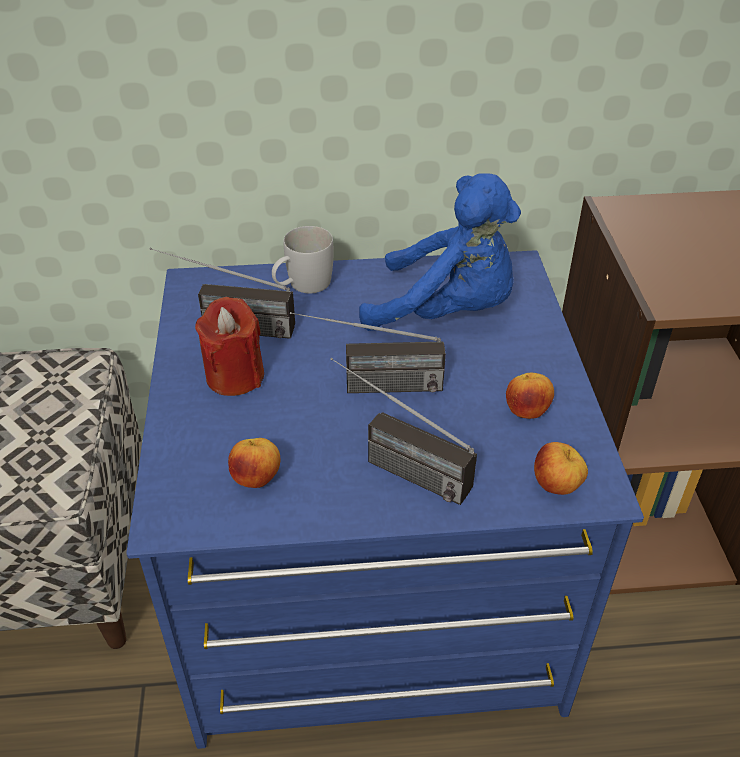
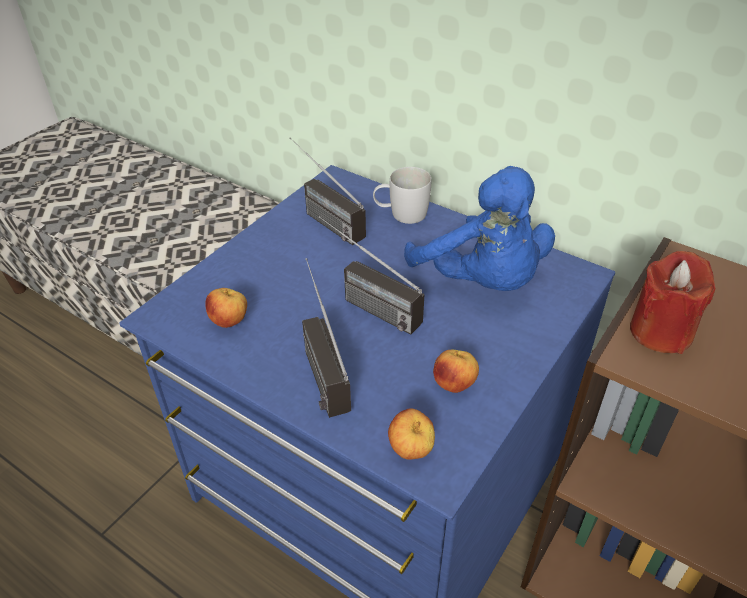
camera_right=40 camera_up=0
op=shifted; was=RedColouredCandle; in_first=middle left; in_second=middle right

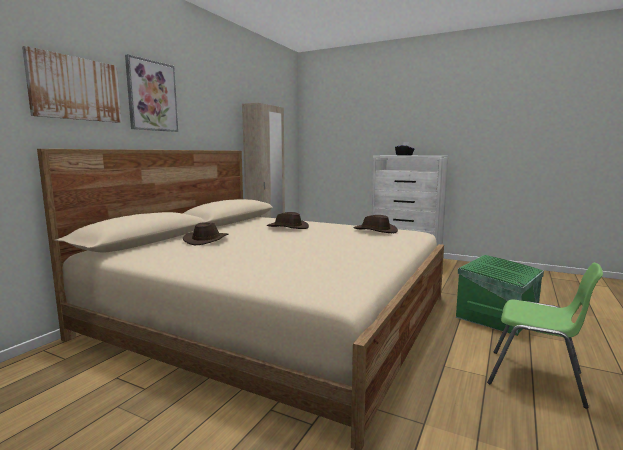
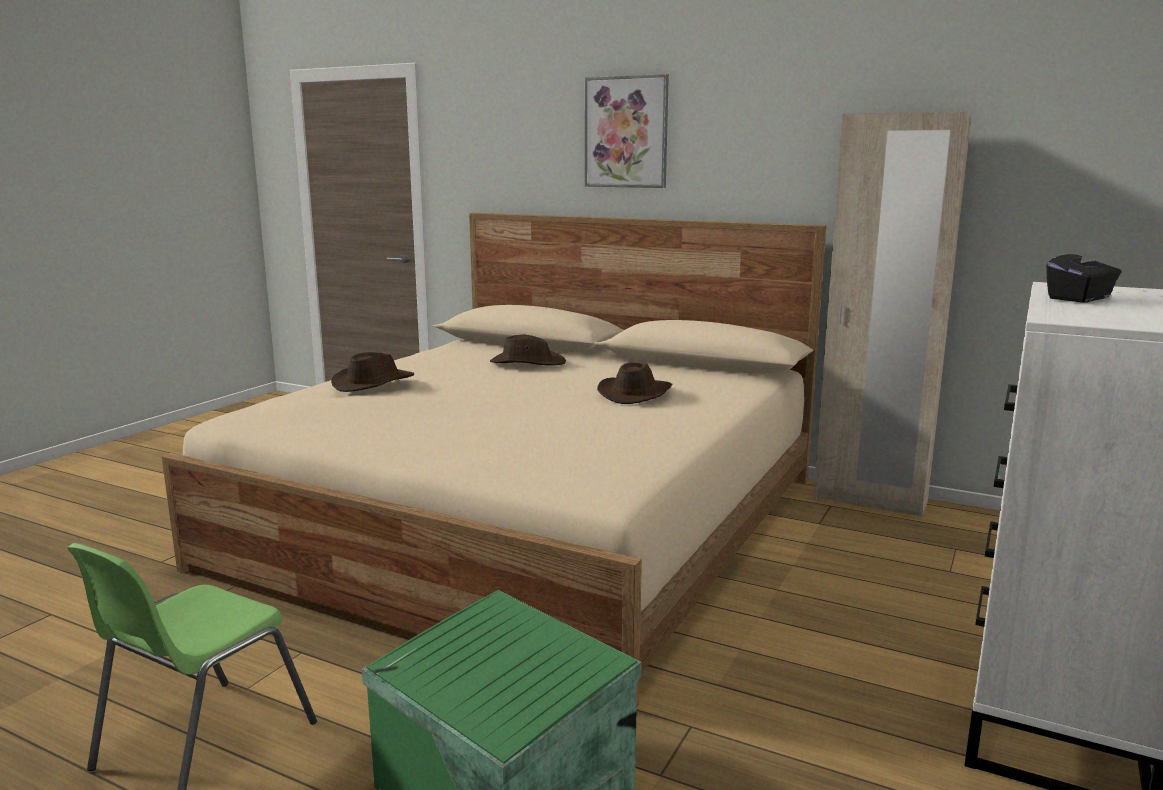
camera_right=90 camera_up=5
op=gone; was=WallPicture (no. 1 from left); in_first=top left
op=shifted; was=BrownWearableHat (no. 3 from left in the first image); now=BrownWearableHat (no. 1 from left); in_first=centre; in_second=middle left

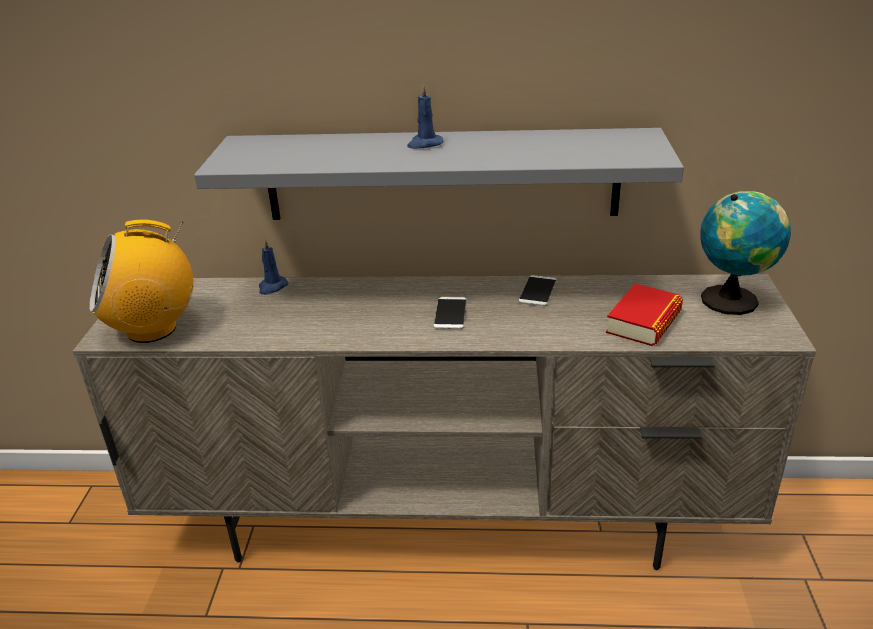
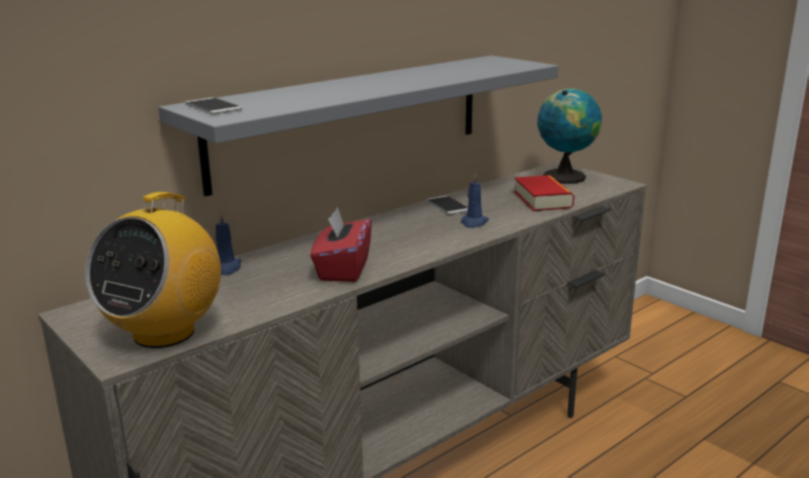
camera_right=-45 camera_up=-10
op=shifted; was=BlueColouredCandle (no. 2 from left); in_first=top centre; in_second=centre
op=shifted; was=Telephone (no. 1 from left); in_first=centre; in_second=top left
op=new; now=RedColouredTissueBox; in_second=centre

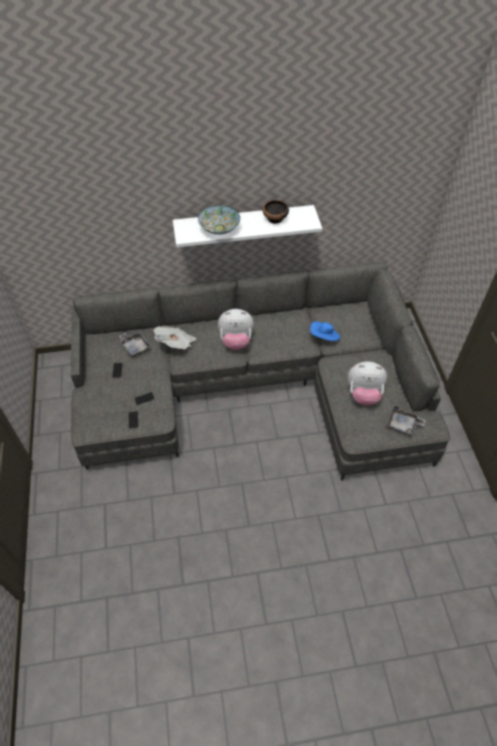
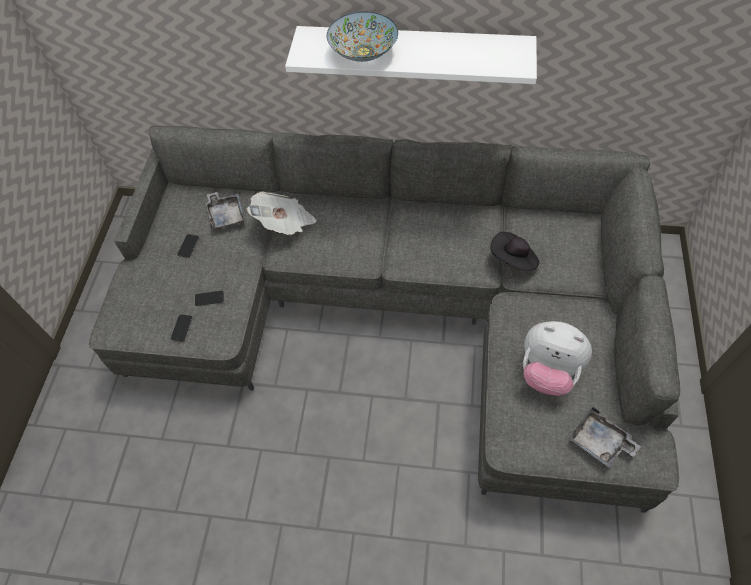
camera_right=20 camera_up=5
op=gone; was=SoftToy (no. 1 from left); in_first=centre
op=gone; was=DeepDish (no. 2 from left); in_first=top centre
op=repainted; was=BlueColouredWearableHat; now=BlackColouredWearableHat; in_first=centre; in_second=middle right

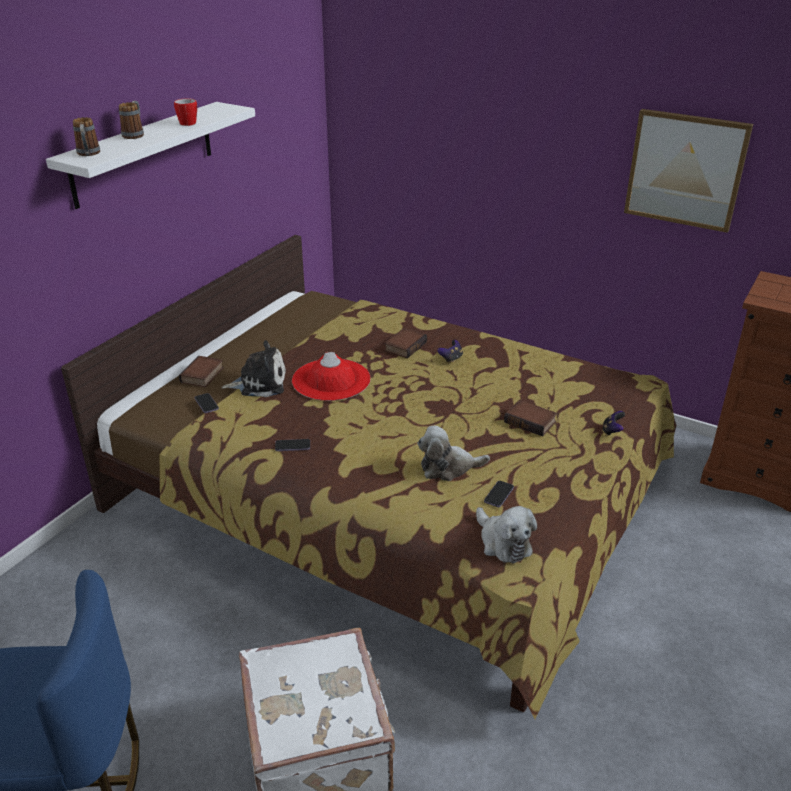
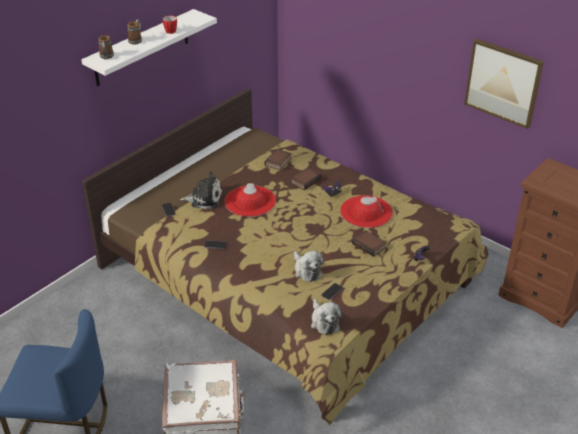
camera_right=10 camera_up=5
op=shifted; was=Volume (no. 1 from left); in_first=middle left; in_second=centre
op=rotated; was=SoftToy (no. 2 from left); in_first=centre; in_second=centre; clockwise=-120
op=new; now=RedColouredWearableHat (no. 2 from left); in_second=centre

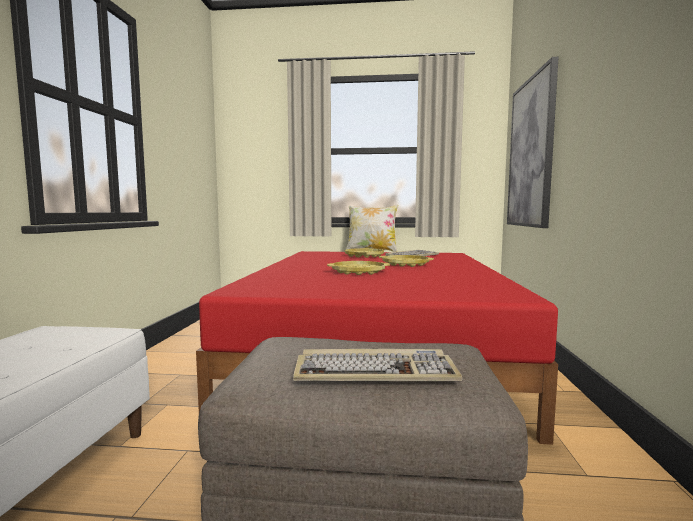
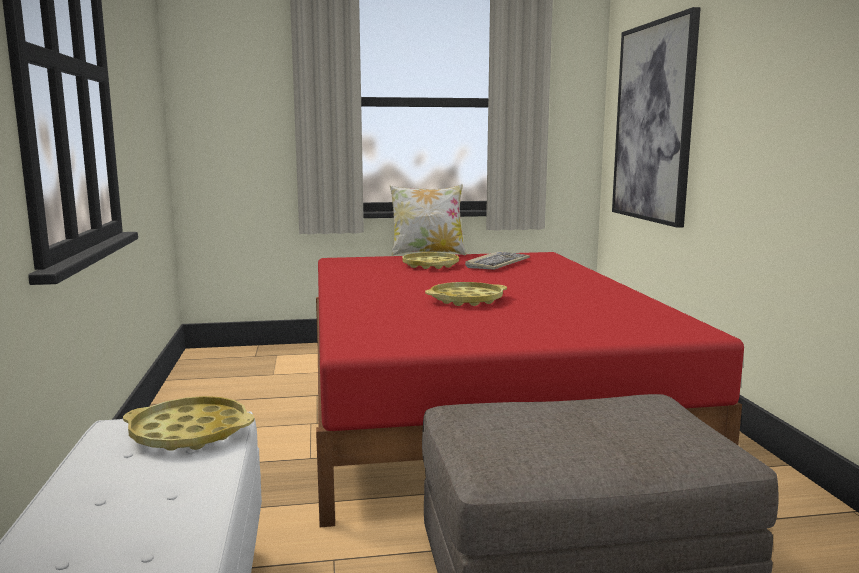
camera_right=-15 camera_up=5
op=gone; was=ComputerKeyboard (no. 1 from left); in_first=bottom centre
op=shifted; was=YellowCarryingTray (no. 3 from left in the first image); now=YellowCarryingTray (no. 1 from left); in_first=centre; in_second=bottom left

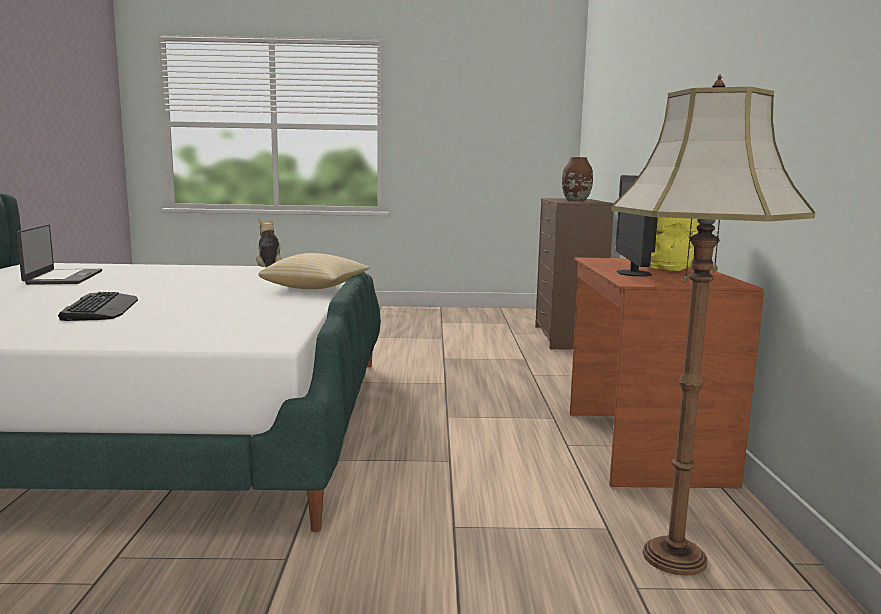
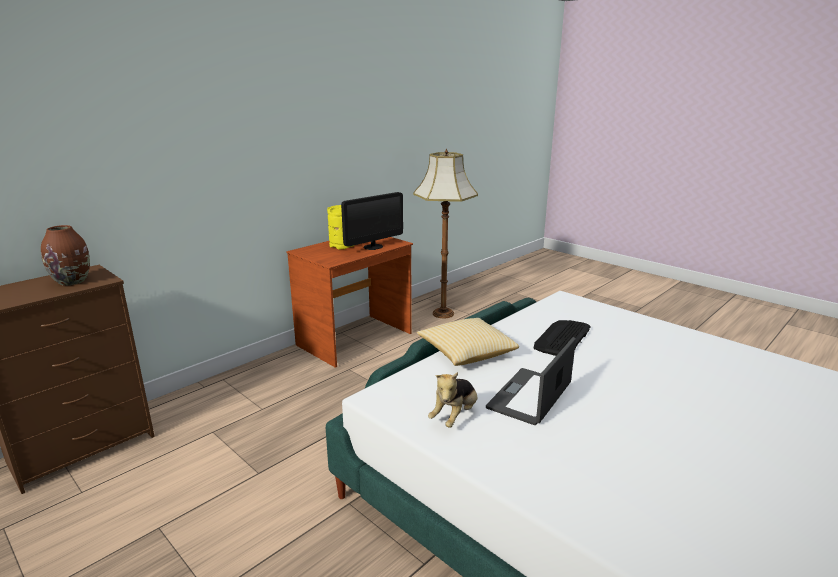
camera_right=-135 camera_up=10
op=shifted; was=NotebookComputer; in_first=middle left; in_second=centre
op=shifted; was=ComputerKeyboard; in_first=middle left; in_second=middle right

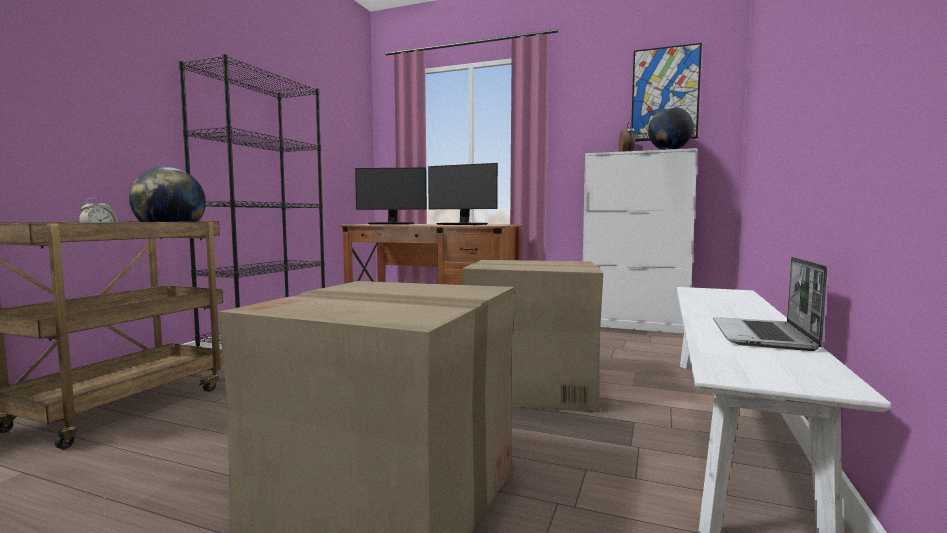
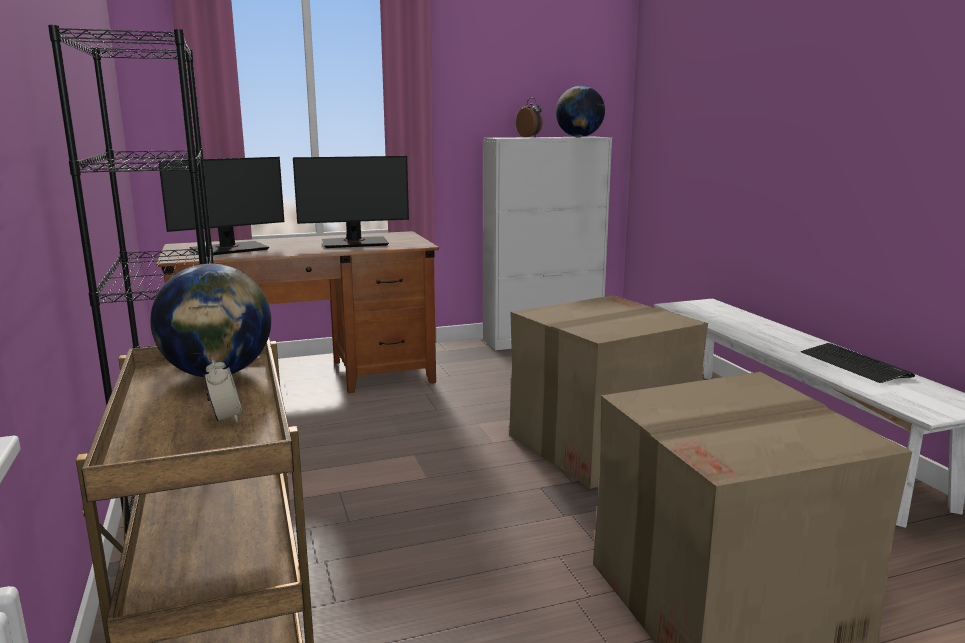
camera_right=-40 camera_up=10
op=gone; was=WallPicture; in_first=top right
op=swapped; was=NotebookComputer; now=ComputerKeyboard; in_first=middle right; in_second=middle right

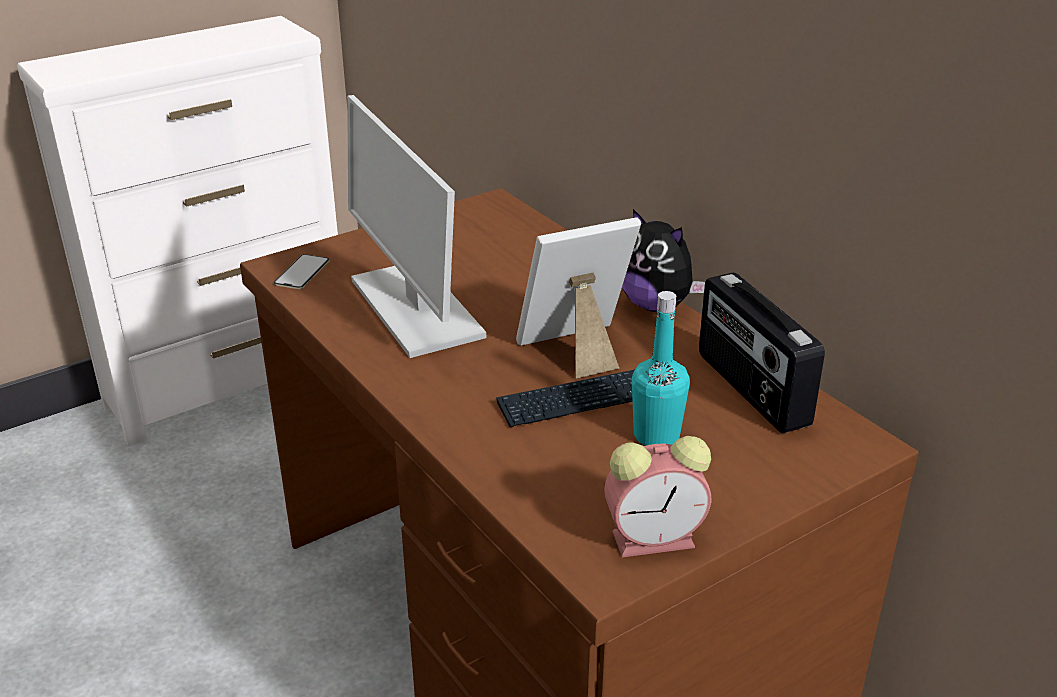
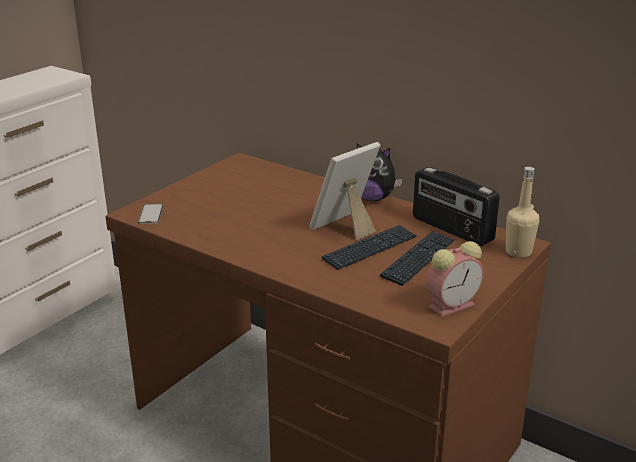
camera_right=-20 camera_up=-5
op=gone; was=Monitor; in_first=top centre
op=swapped; was=TurquoiseBeverageBottle; now=ComputerKeyboard (no. 2 from left); in_first=centre; in_second=centre
op=new; now=SandColouredBeverageBottle; in_second=middle right

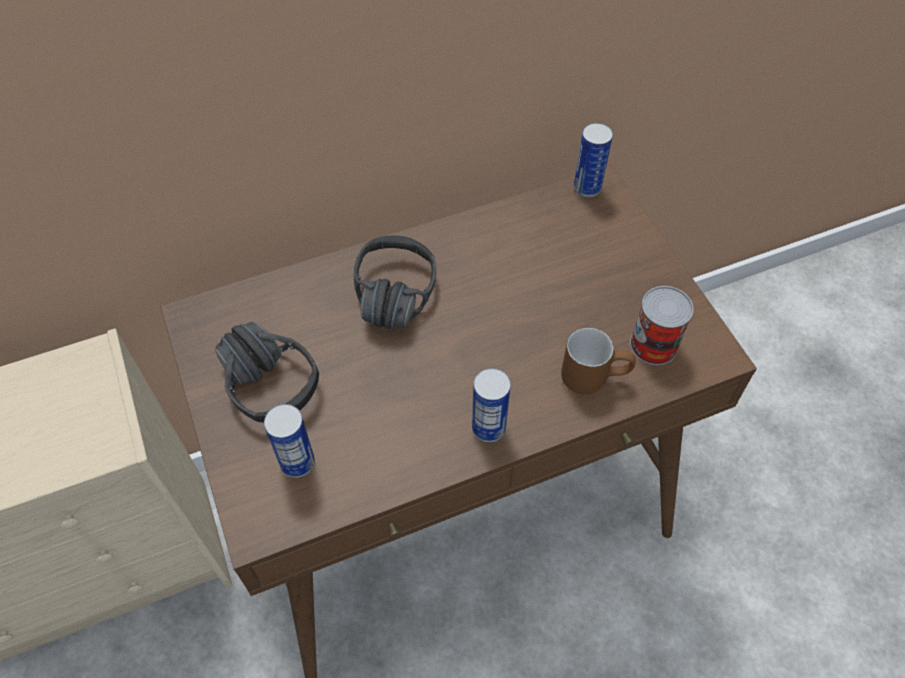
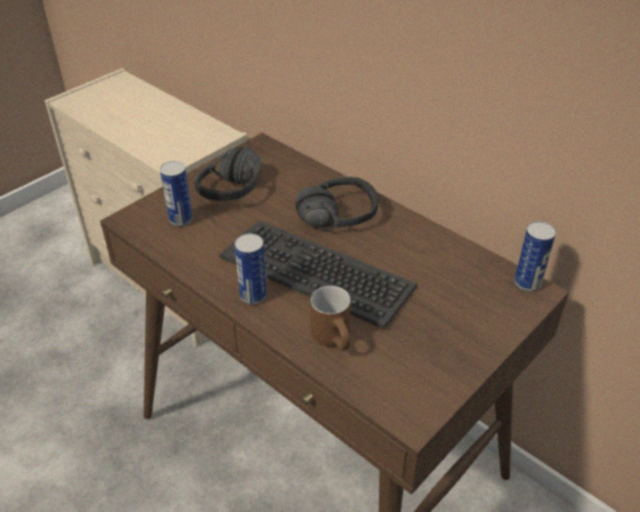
camera_right=65 camera_up=-15
op=gone; was=MetalCan (no. 4 from left); in_first=middle right
op=new; now=ComputerKeyboard; in_second=centre

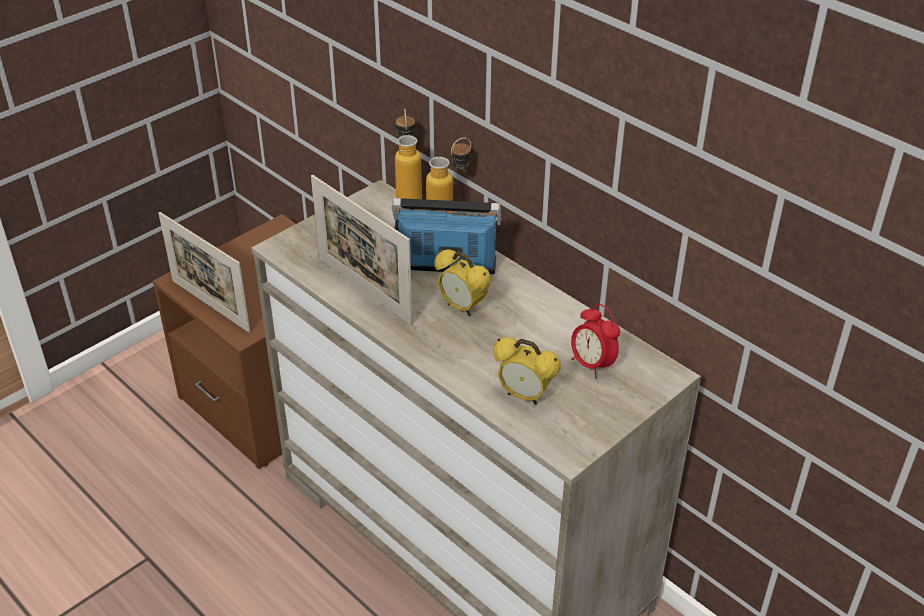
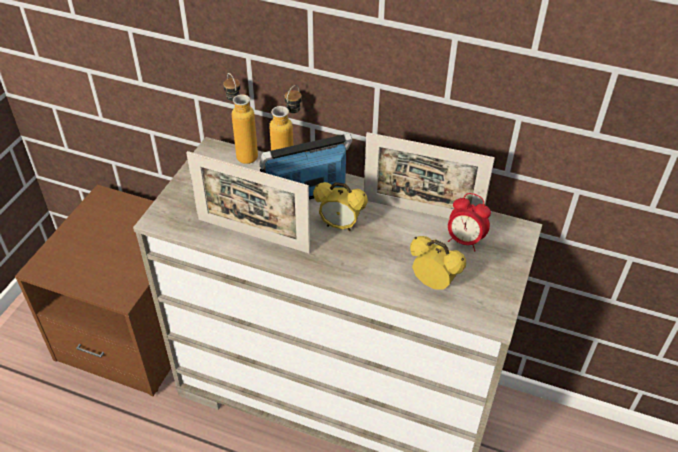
camera_right=-25 camera_up=5
op=shifted; was=PictureFrame (no. 1 from left in the first image); now=PictureFrame (no. 2 from left); in_first=middle left; in_second=centre
op=rotated; was=TableClock (no. 2 from left); in_first=centre; in_second=centre; clockwise=-150

